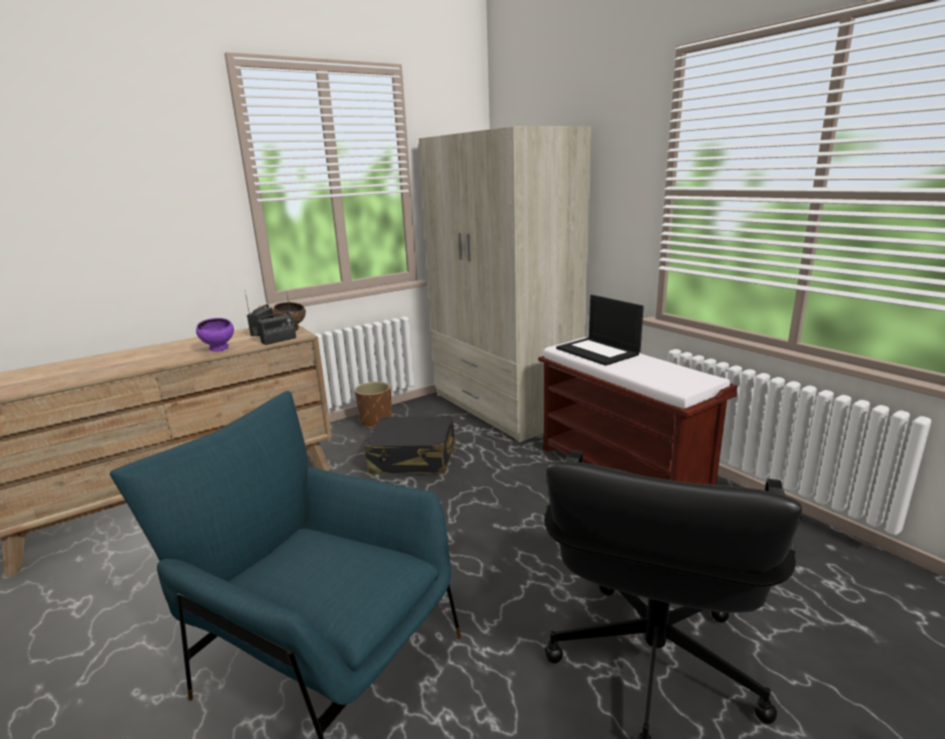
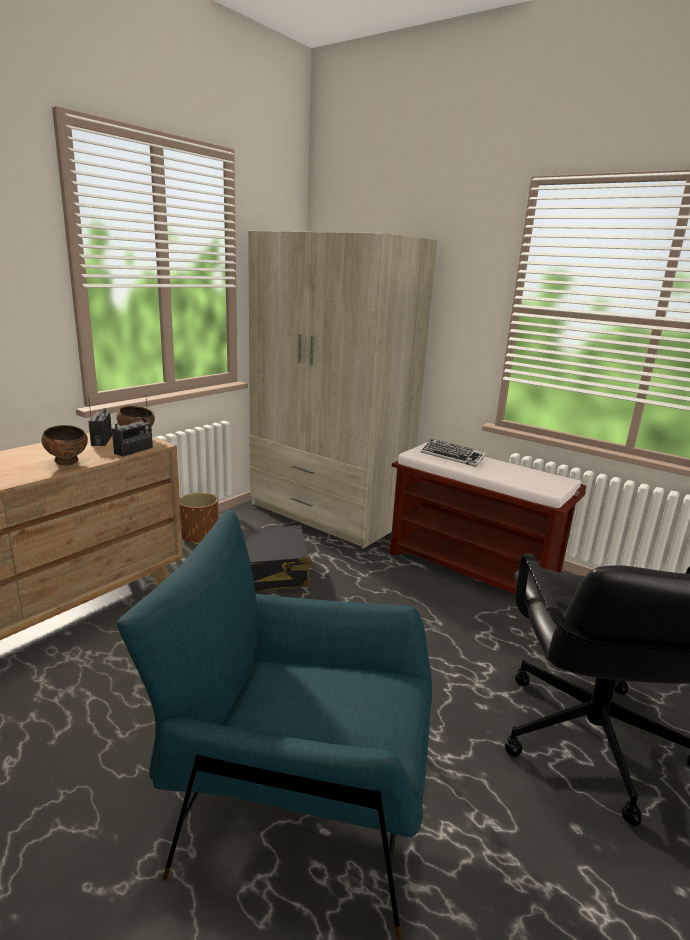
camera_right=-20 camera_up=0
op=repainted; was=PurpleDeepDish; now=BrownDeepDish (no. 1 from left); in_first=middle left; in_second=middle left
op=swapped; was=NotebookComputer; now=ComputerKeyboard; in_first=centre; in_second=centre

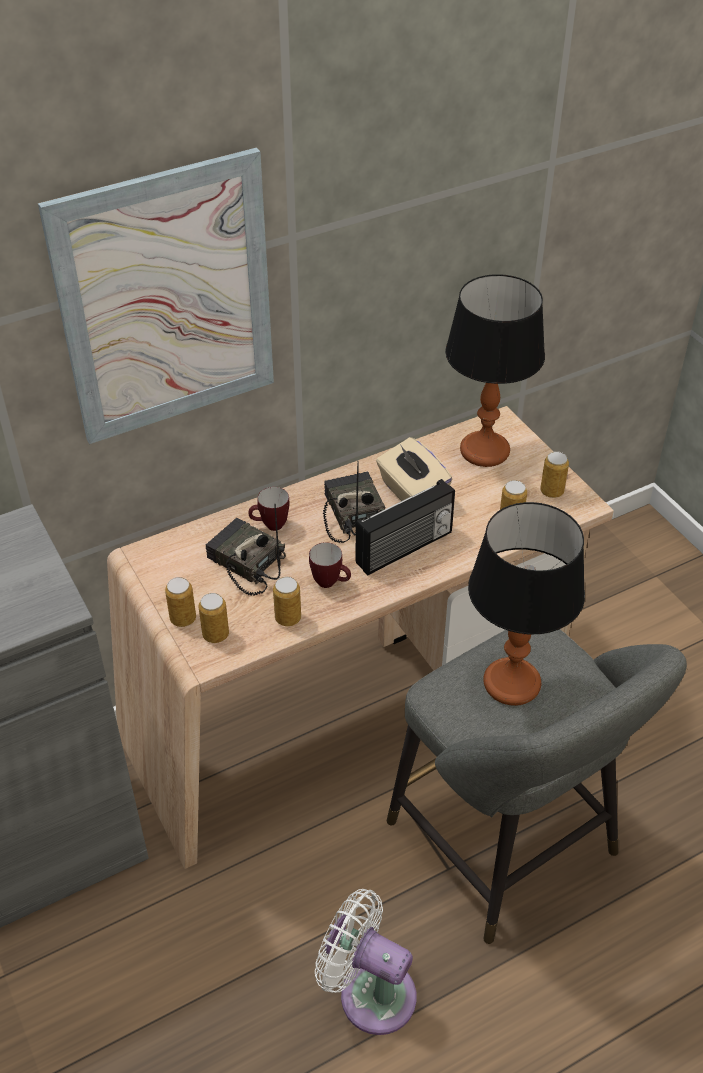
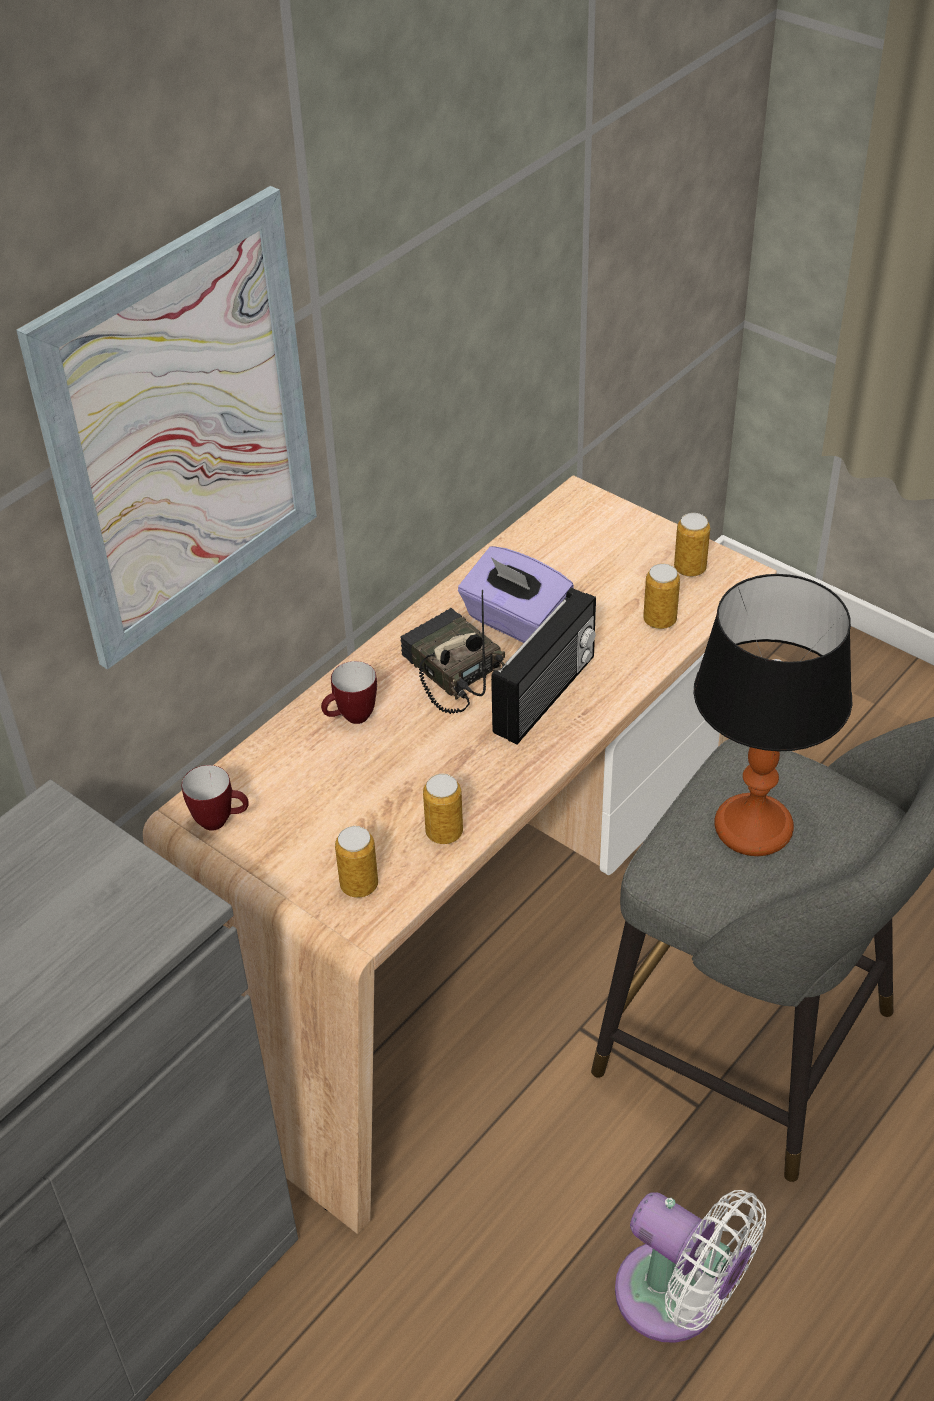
camera_right=-20 camera_up=0
op=gone; was=MetalCan (no. 1 from left); in_first=middle left
op=gone; was=RadioReceiver (no. 1 from left); in_first=centre
op=shifted; was=Mug (no. 2 from left in the first image); now=Mug (no. 1 from left); in_first=centre; in_second=middle left
op=rotated; was=WhiteFan; in_first=bottom centre; in_second=bottom right; clockwise=-150
op=repainted; was=SandColouredTissueBox; now=PurpleTissueBox; in_first=centre; in_second=centre
op=gone; was=TableLamp (no. 1 from left); in_first=middle right

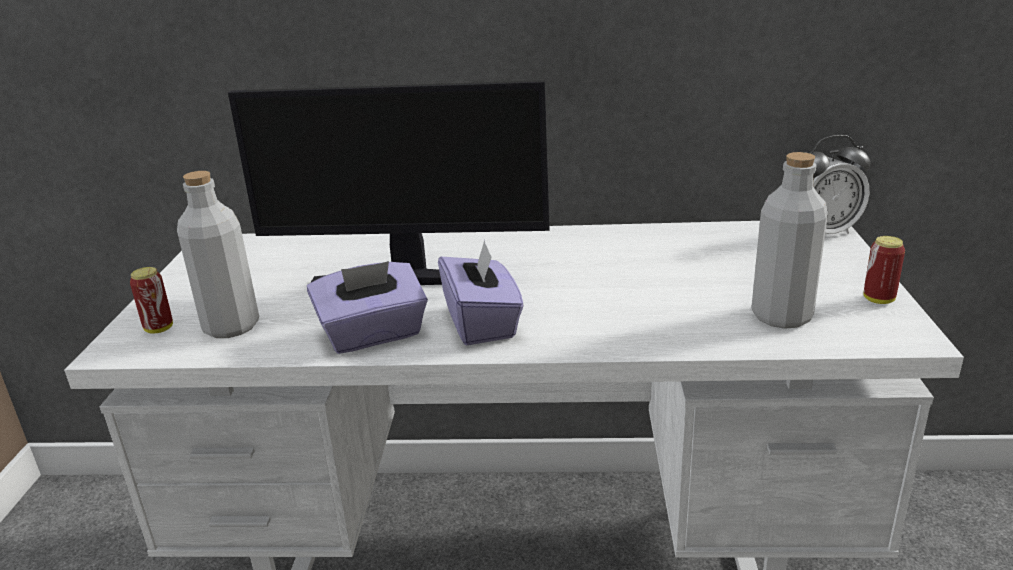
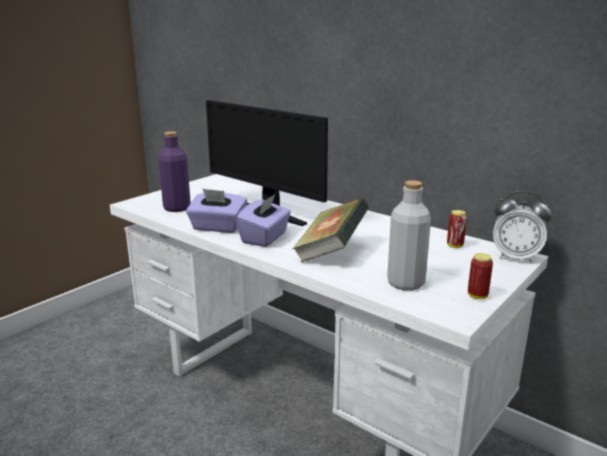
camera_right=35 camera_up=-5
op=shifted; was=MetalCan (no. 1 from left); in_first=middle left; in_second=middle right
op=repainted; was=GreyBeverageBottle (no. 1 from left); now=PurpleBeverageBottle; in_first=middle left; in_second=middle left
op=new; now=Volume; in_second=centre

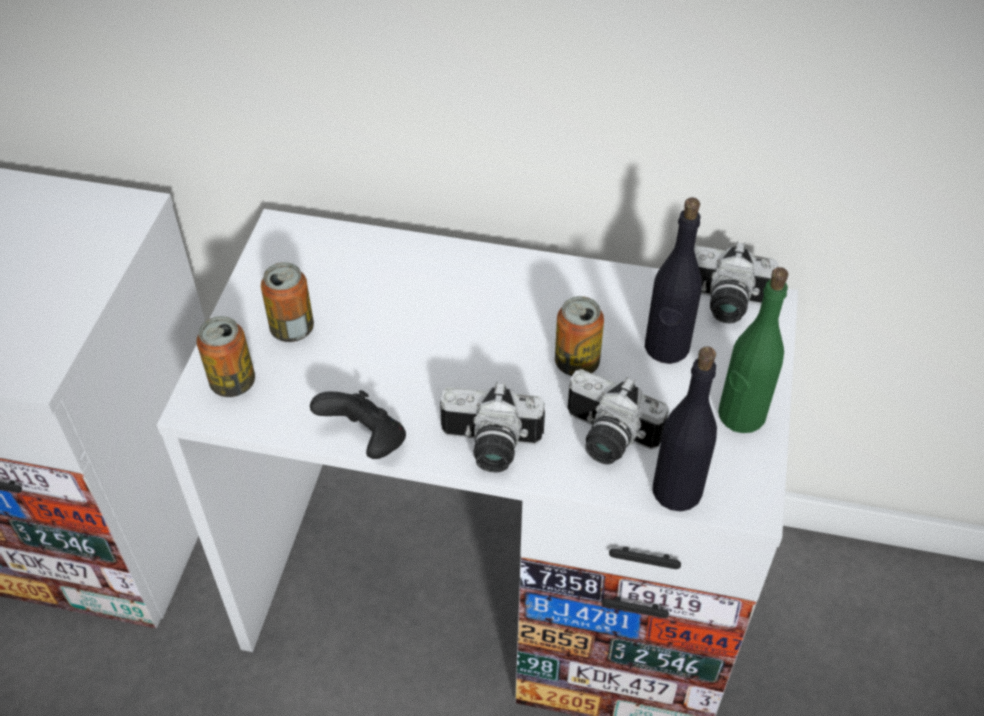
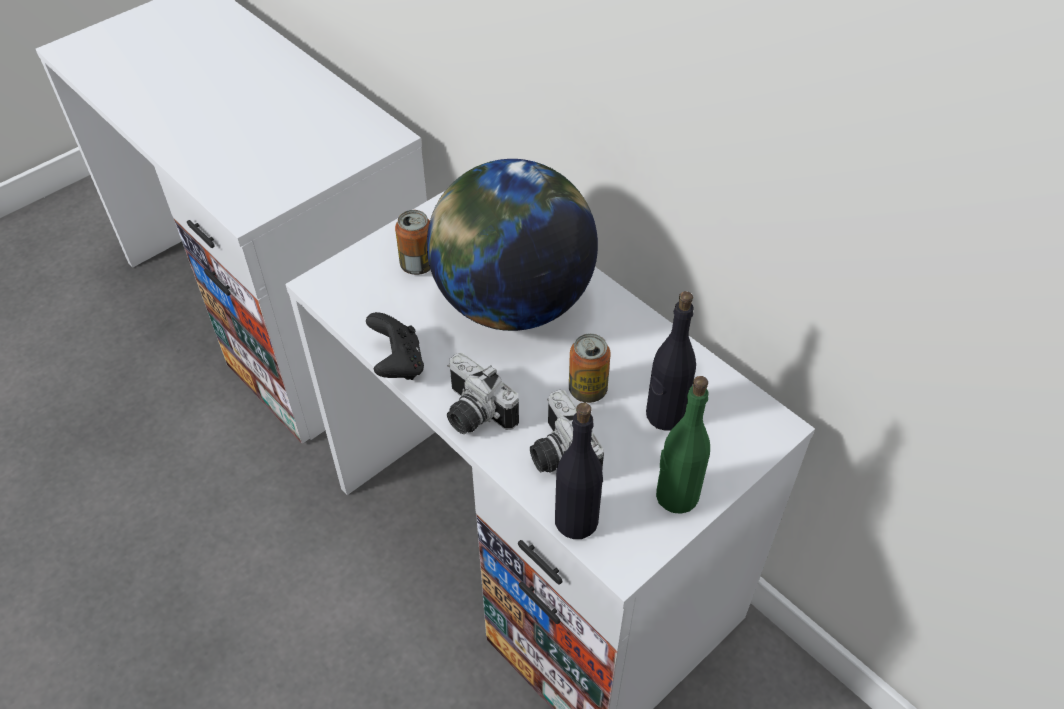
camera_right=35 camera_up=0
op=gone; was=MetalCan (no. 1 from left); in_first=middle left
op=gone; was=StillCamera (no. 3 from left); in_first=middle right
op=new; now=Globe; in_second=centre

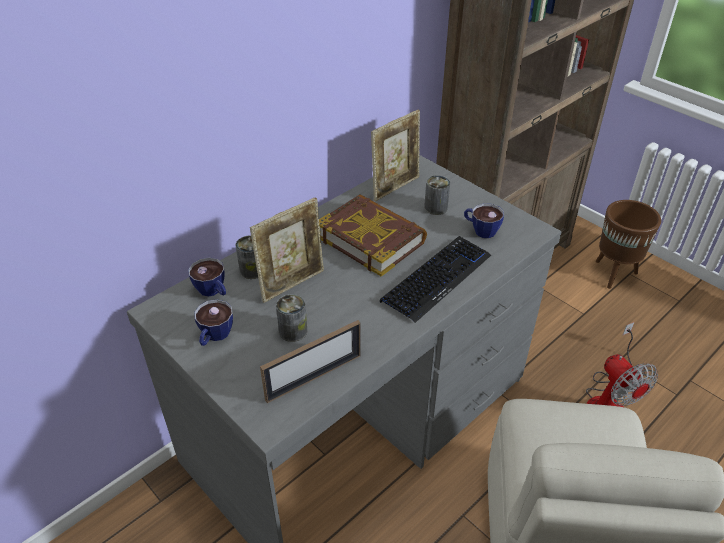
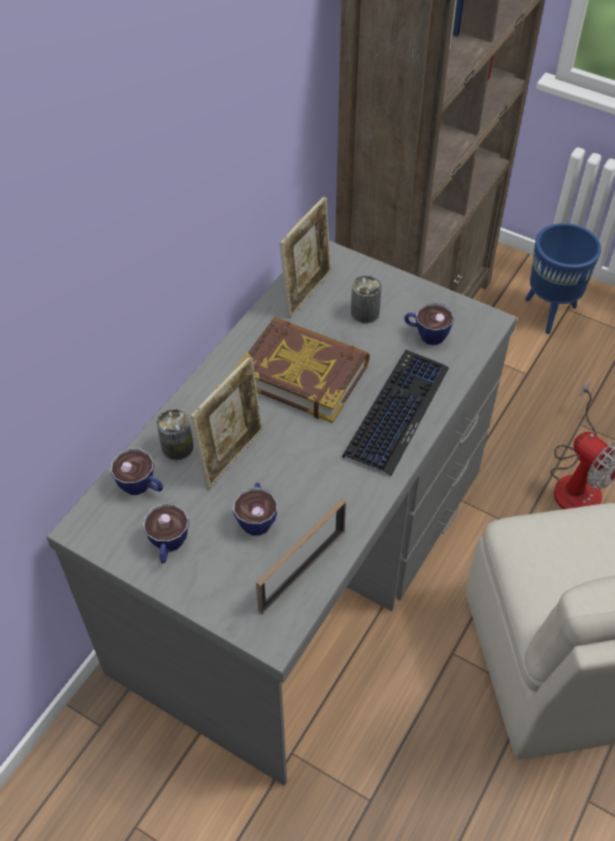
camera_right=-15 camera_up=10
op=swapped; was=MetalCan (no. 2 from left); now=DrinkingCup (no. 3 from left); in_first=centre; in_second=centre
op=repainted; was=BrownPlantPot; now=BlueColouredPlantPot; in_first=middle right; in_second=top right

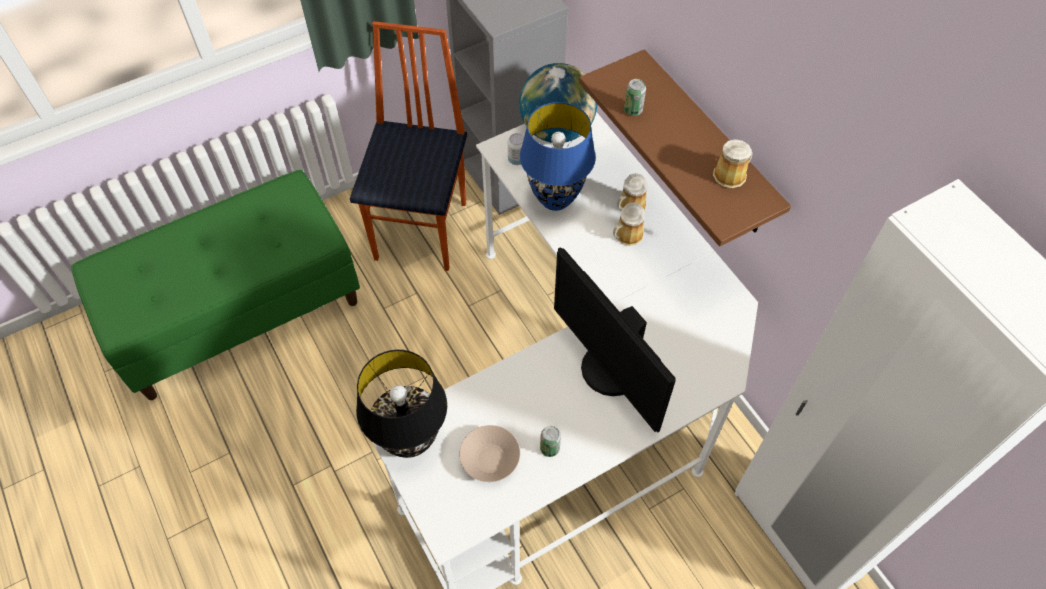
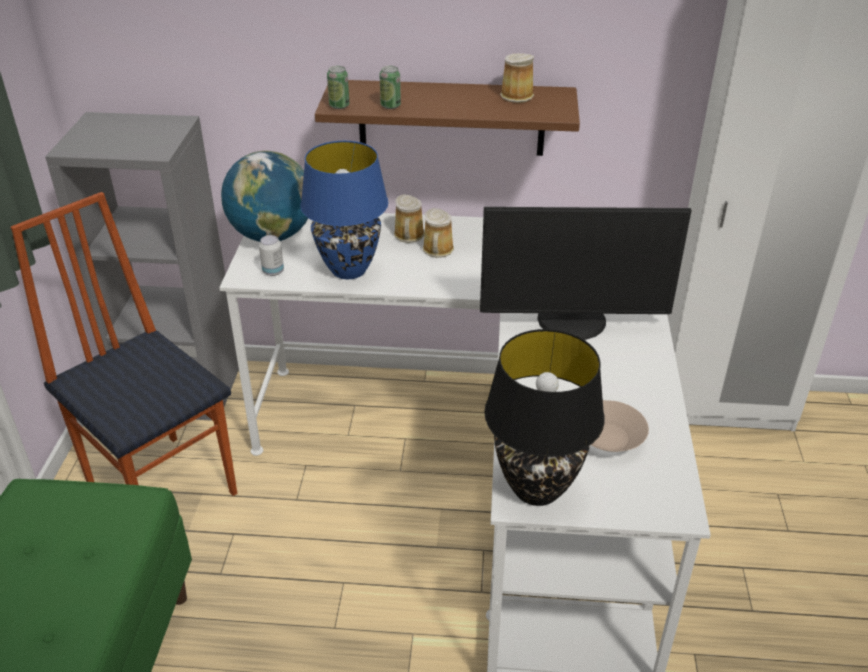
camera_right=-55 camera_up=-20
op=shifted; was=MetalCan (no. 2 from left); in_first=bottom centre; in_second=top centre

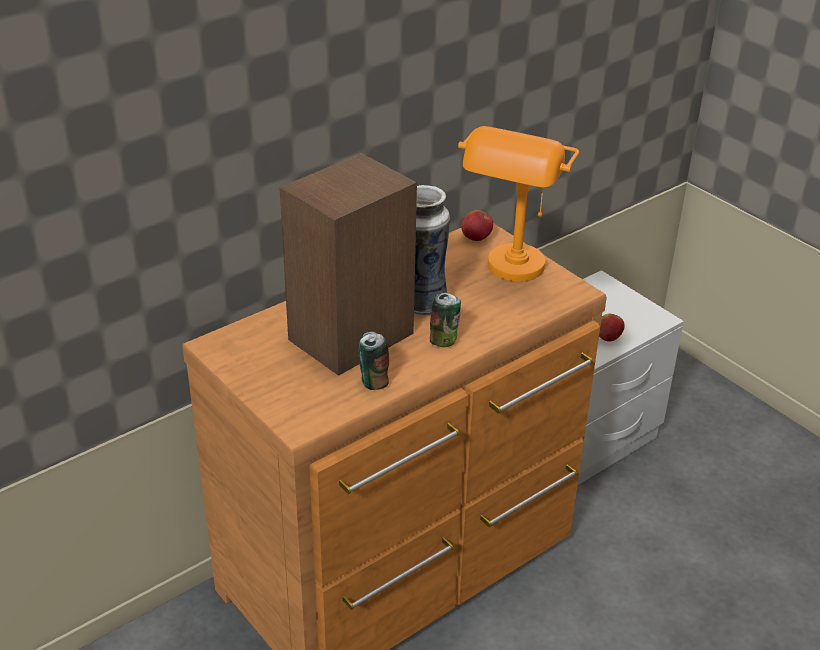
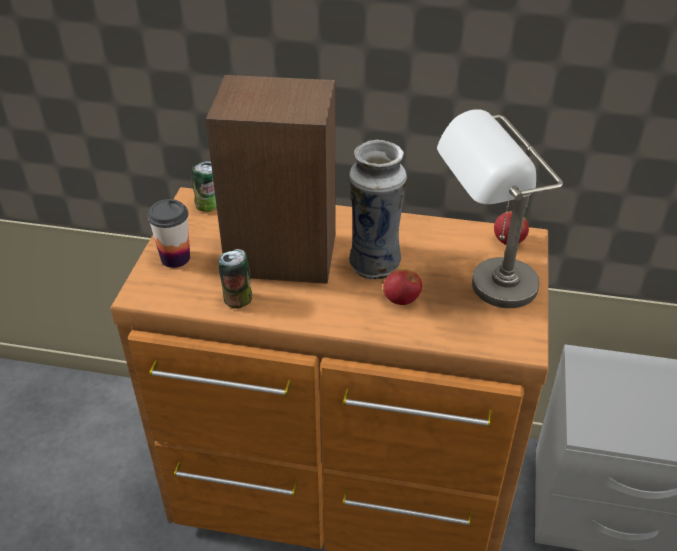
camera_right=50 camera_up=5
op=shifted; was=MetalCan (no. 2 from left in the first image); now=MetalCan (no. 1 from left); in_first=centre; in_second=middle left
op=repainted; was=OrangeTableLamp; now=GreyTableLamp; in_first=top centre; in_second=middle right
op=shifted; was=AppleFruit (no. 2 from left in the first image); now=AppleFruit (no. 1 from left); in_first=middle right; in_second=centre
op=new; now=DrinkingCup; in_second=middle left

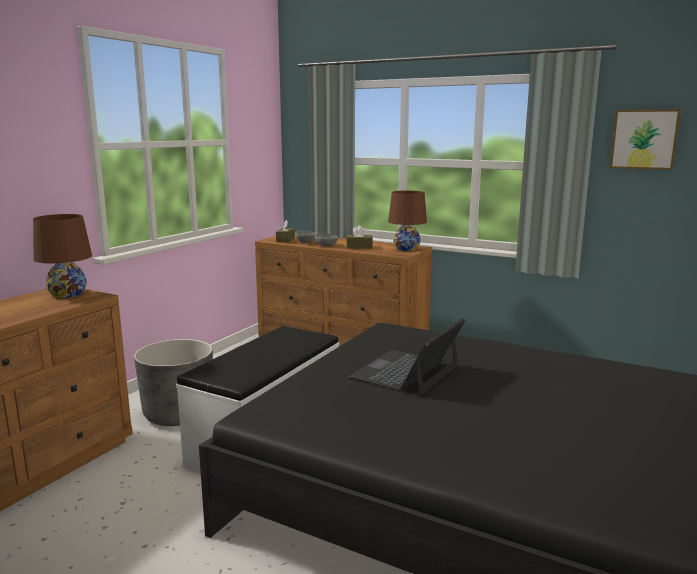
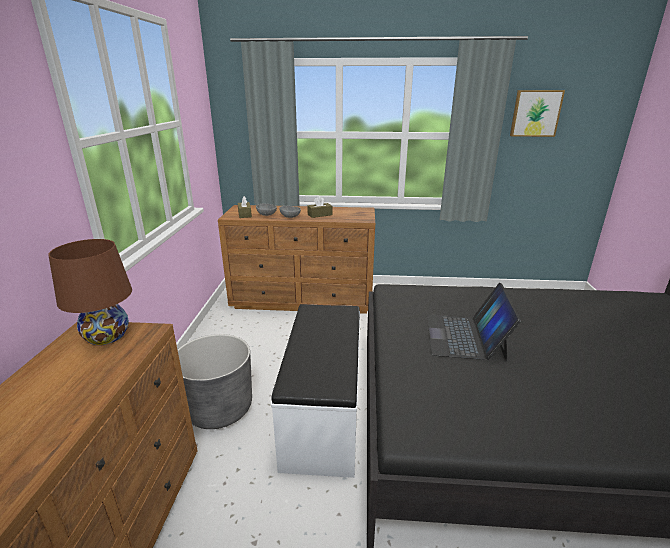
camera_right=-25 camera_up=10
op=gone; was=BrownTableLamp (no. 2 from left); in_first=centre

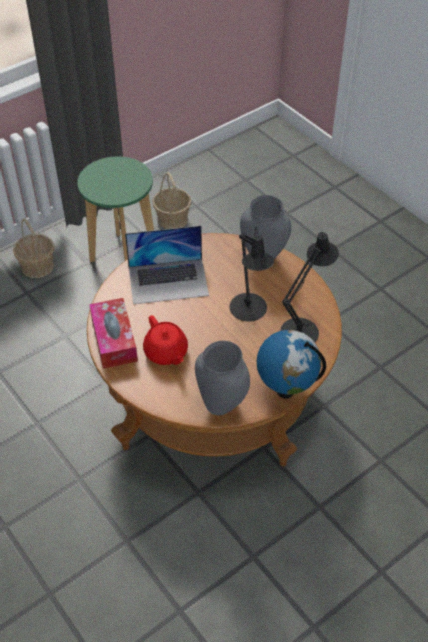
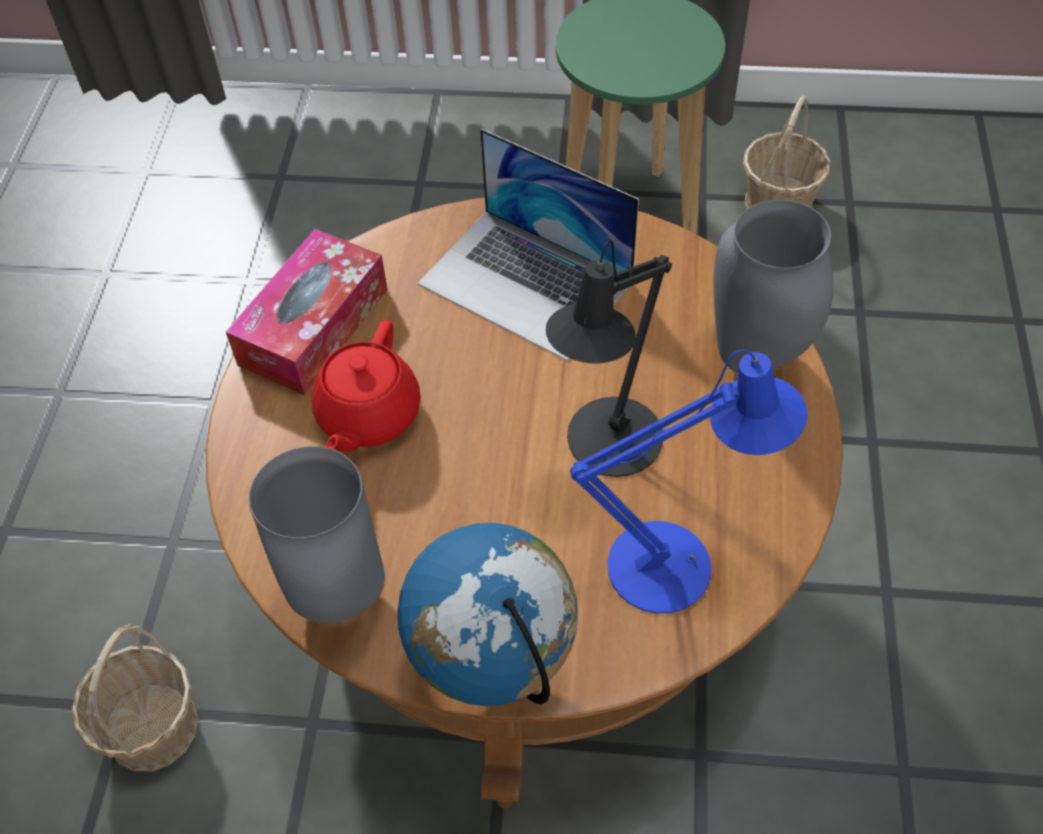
camera_right=45 camera_up=5
op=shifted; was=HouseholdBasket (no. 1 from left); in_first=middle left; in_second=bottom left
op=repainted; was=BlackColouredTableLamp (no. 2 from left); now=BlueColouredTableLamp; in_first=middle right; in_second=centre

